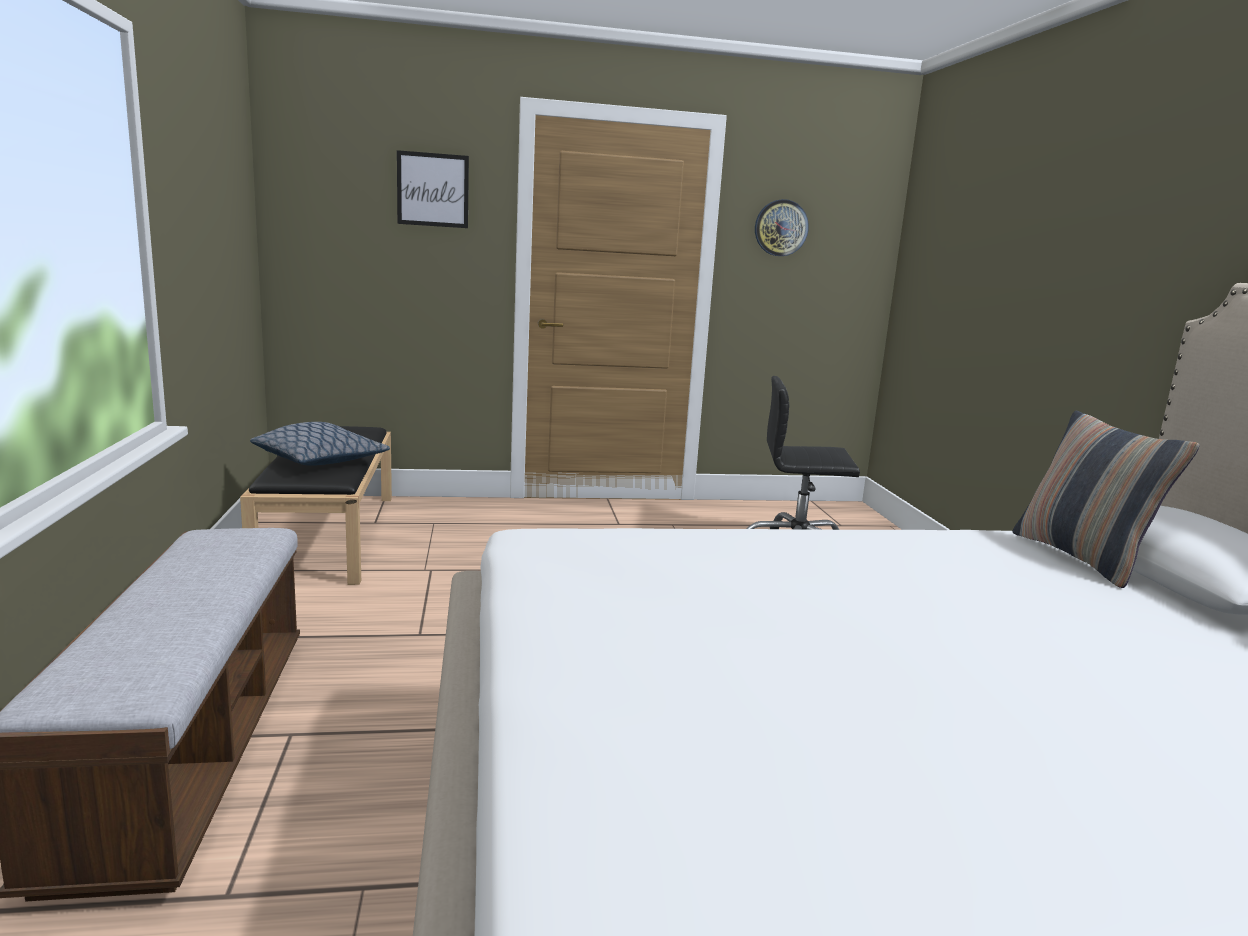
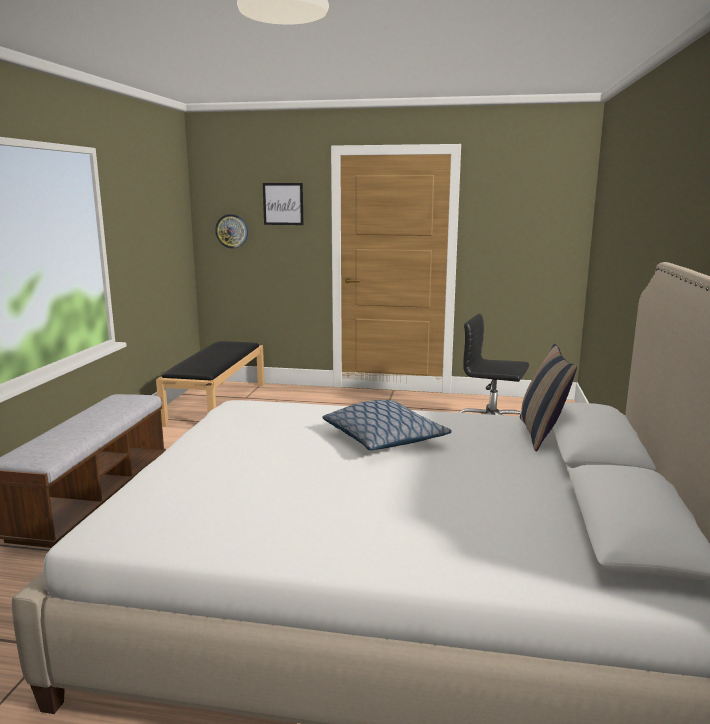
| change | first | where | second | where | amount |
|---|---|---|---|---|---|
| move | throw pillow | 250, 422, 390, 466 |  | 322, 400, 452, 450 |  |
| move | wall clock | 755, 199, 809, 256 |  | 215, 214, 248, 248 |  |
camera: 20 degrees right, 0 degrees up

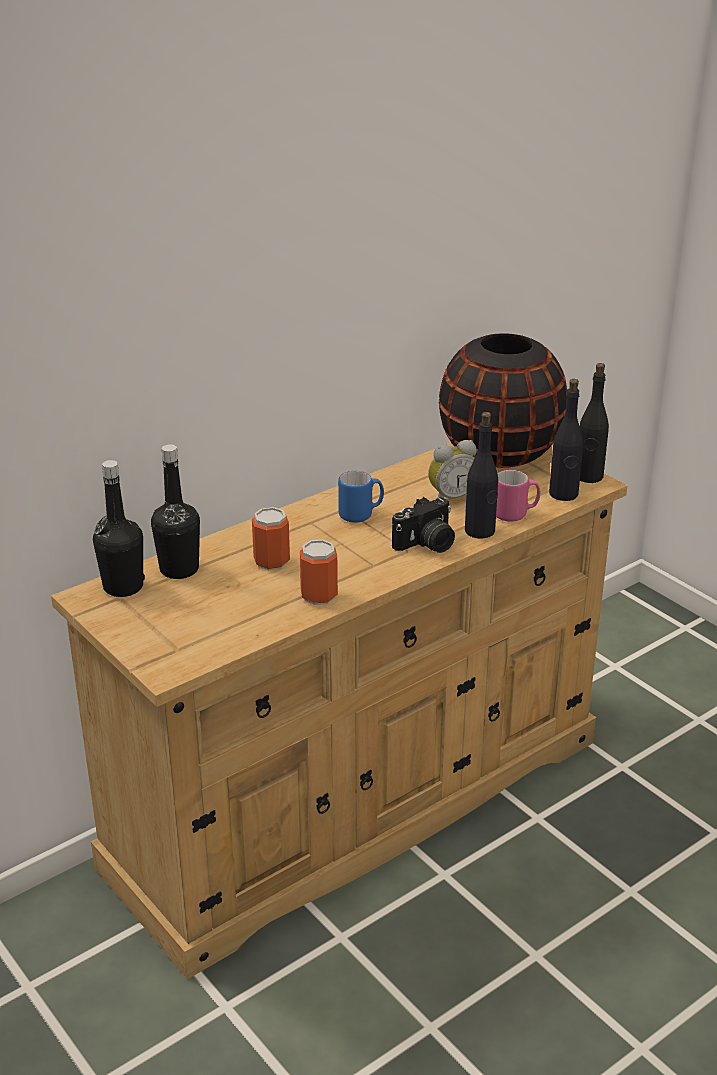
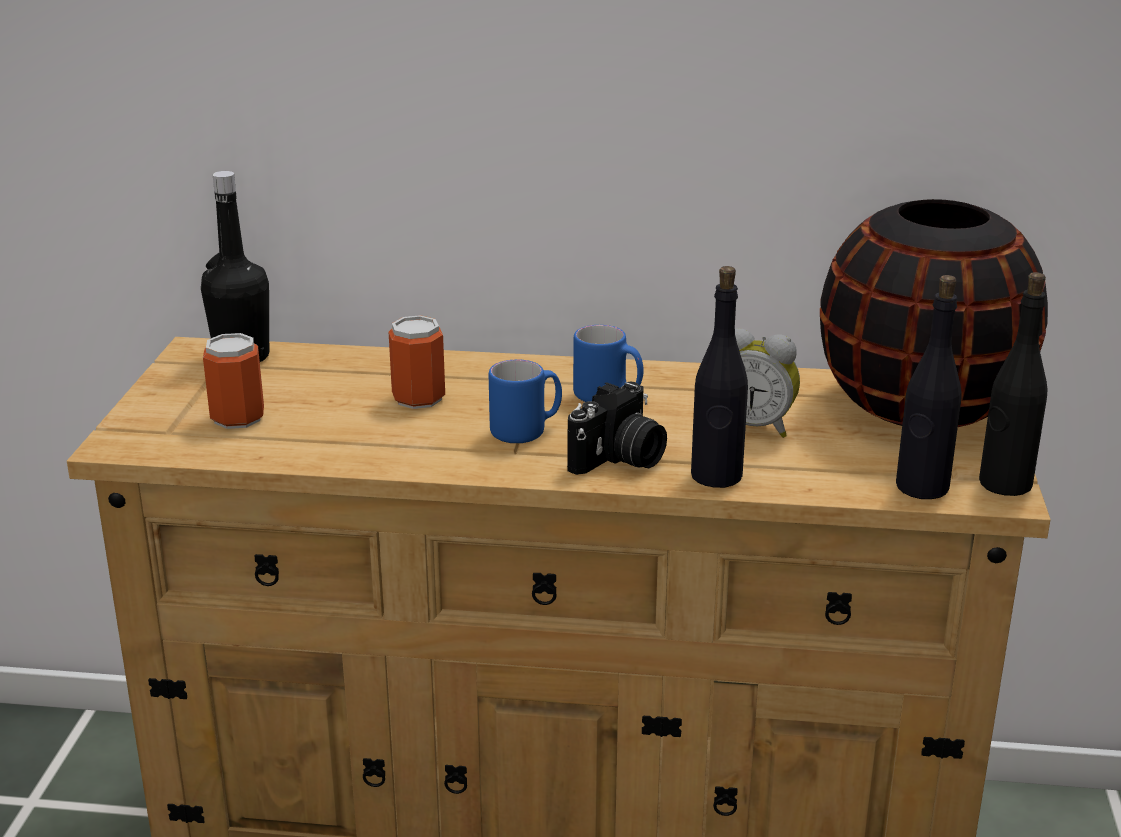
| change | first | where | second | where | amount |
|---|---|---|---|---|---|
| delete | black-coloured drink bottle | 151, 444, 200, 579 |  |  |  |
| delete | pinkish tea mug | 496, 470, 541, 522 |  |  |  |
| insert |  |  | bluish tea mug | 489, 359, 562, 443 |  |
| move | can | 300, 539, 338, 605 |  | 203, 333, 264, 429 |  |
| rotate | still camera | 392, 497, 455, 553 |  | 567, 382, 667, 475 | 60 degrees counterclockwise |
camera: 45 degrees right, 5 degrees down

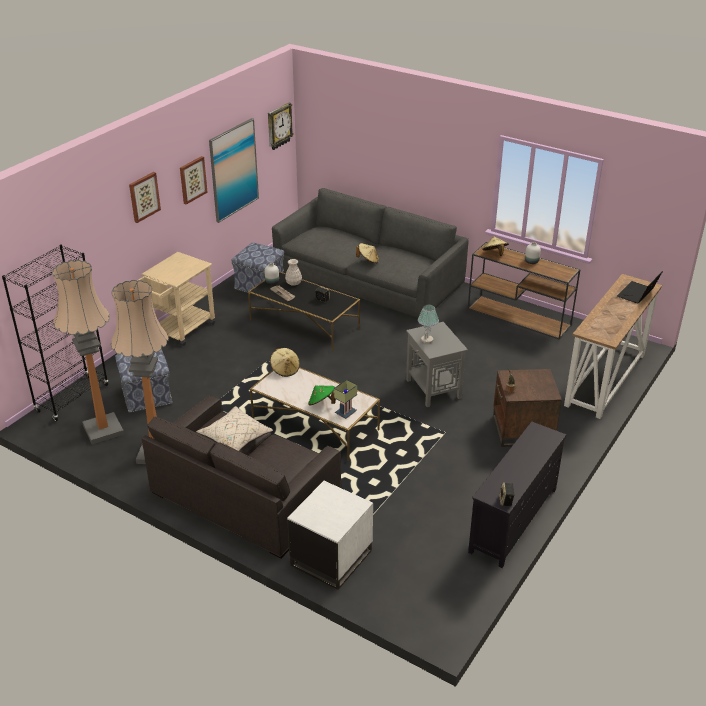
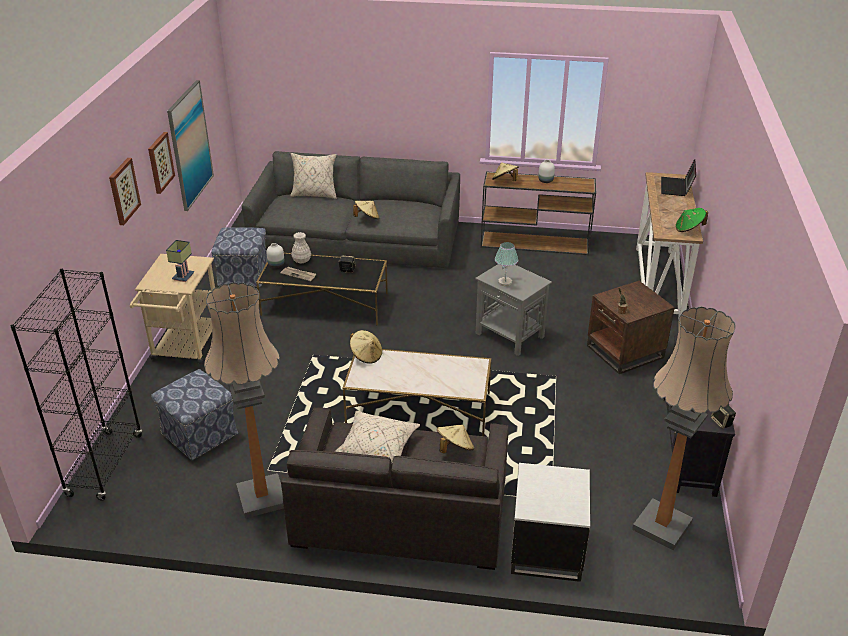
| change | first | where | second | where | amount |
|---|---|---|---|---|---|
| delete | wall clock | 268, 102, 293, 150 |  |  |  |
| insert |  |  | beige-coloured throw pillow | 290, 153, 337, 199 |  |
| insert |  |  | beige-coloured clothing hat | 437, 425, 474, 453 |  |
| move | standard lamp | 52, 260, 124, 444 |  | 632, 307, 735, 550 |  |
| move | green clothing hat | 308, 385, 336, 406 |  | 676, 208, 708, 232 |  |
| move | tabletop lamp | 334, 379, 357, 419 |  | 166, 240, 195, 282 |  |
camera: 25 degrees left, 0 degrees up

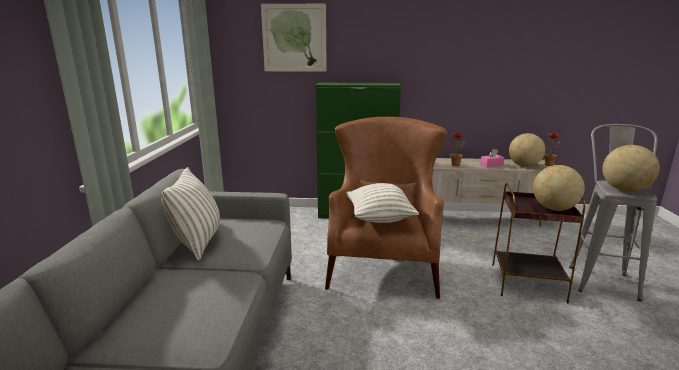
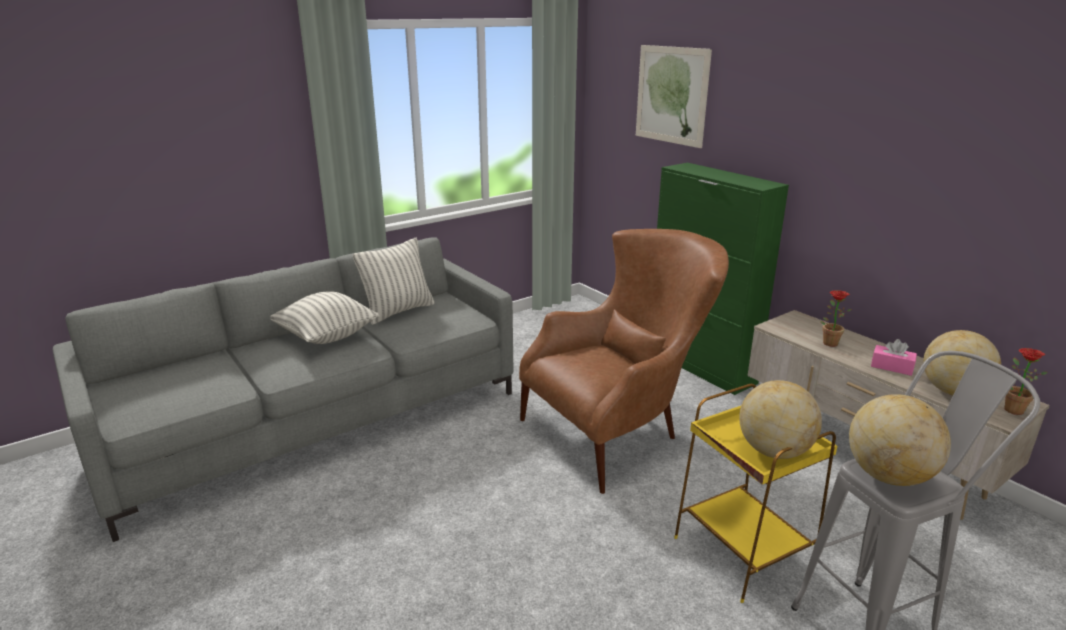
| change | first | where | second | where | amount |
|---|---|---|---|---|---|
| move | throw pillow | 346, 183, 419, 223 |  | 270, 291, 380, 344 |  |
| recolor | brownish side table | 492, 182, 586, 303 | yellowish side table | 674, 384, 837, 603 |  |
camera: 50 degrees right, 5 degrees up

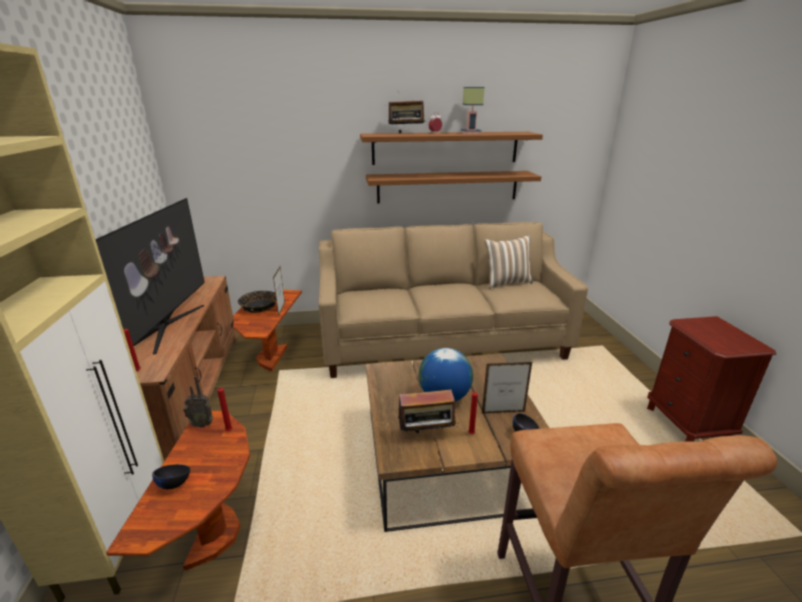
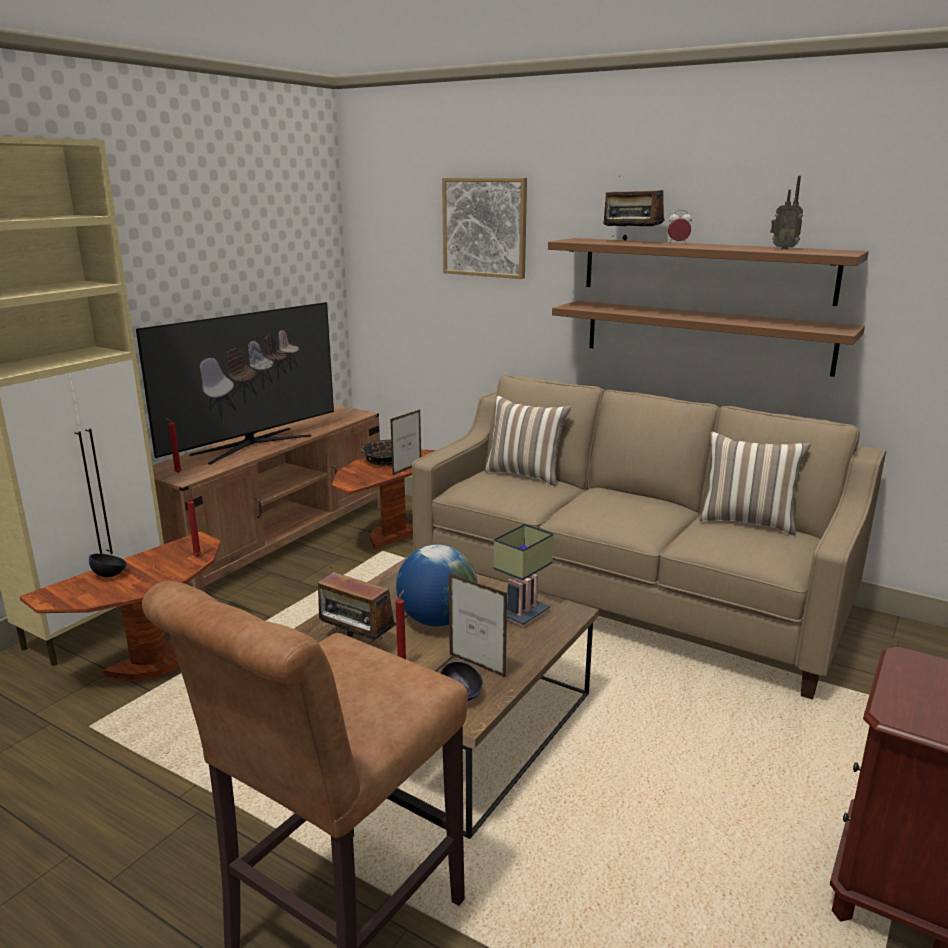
| change | first | where | second | where | amount |
|---|---|---|---|---|---|
| insert |  |  | picture | 442, 178, 527, 279 |  |
| insert |  |  | throw pillow | 485, 396, 571, 486 |  |
| move | radio set | 183, 376, 213, 428 |  | 770, 176, 803, 250 |  |
| move | tabletop lamp | 461, 87, 485, 134 |  | 494, 524, 554, 627 |  |
camera: 40 degrees right, 5 degrees down

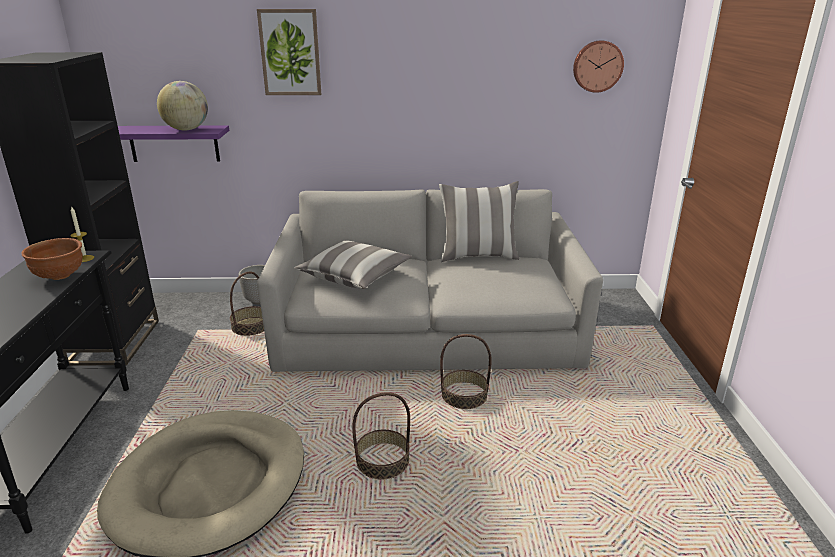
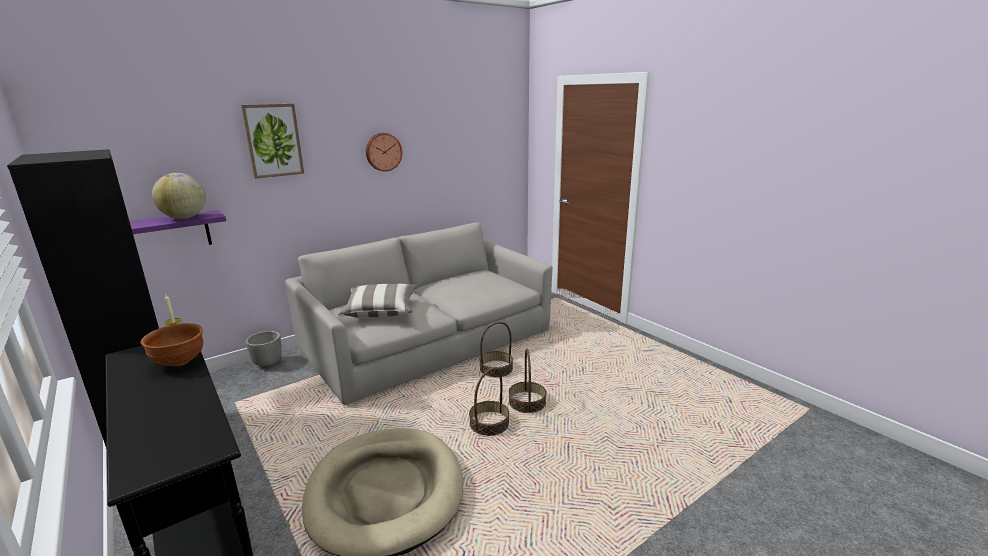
| change | first | where | second | where | amount |
|---|---|---|---|---|---|
| delete | throw pillow | 439, 181, 519, 262 |  |  |  |
| move | basket | 230, 272, 264, 336 |  | 509, 349, 546, 413 |  |
| move | wall clock | 573, 40, 624, 93 |  | 366, 133, 402, 172 |  |
camera: 35 degrees left, 5 degrees down

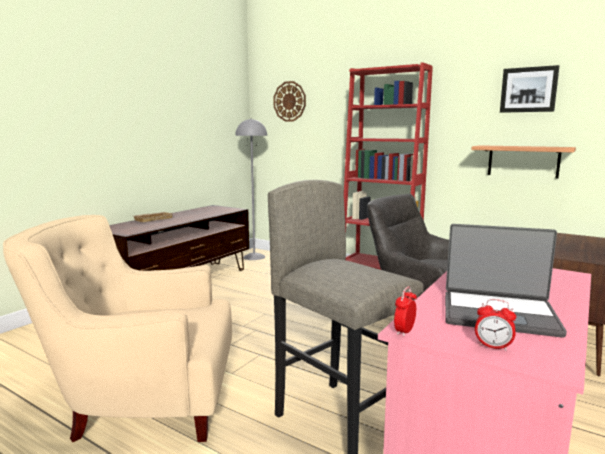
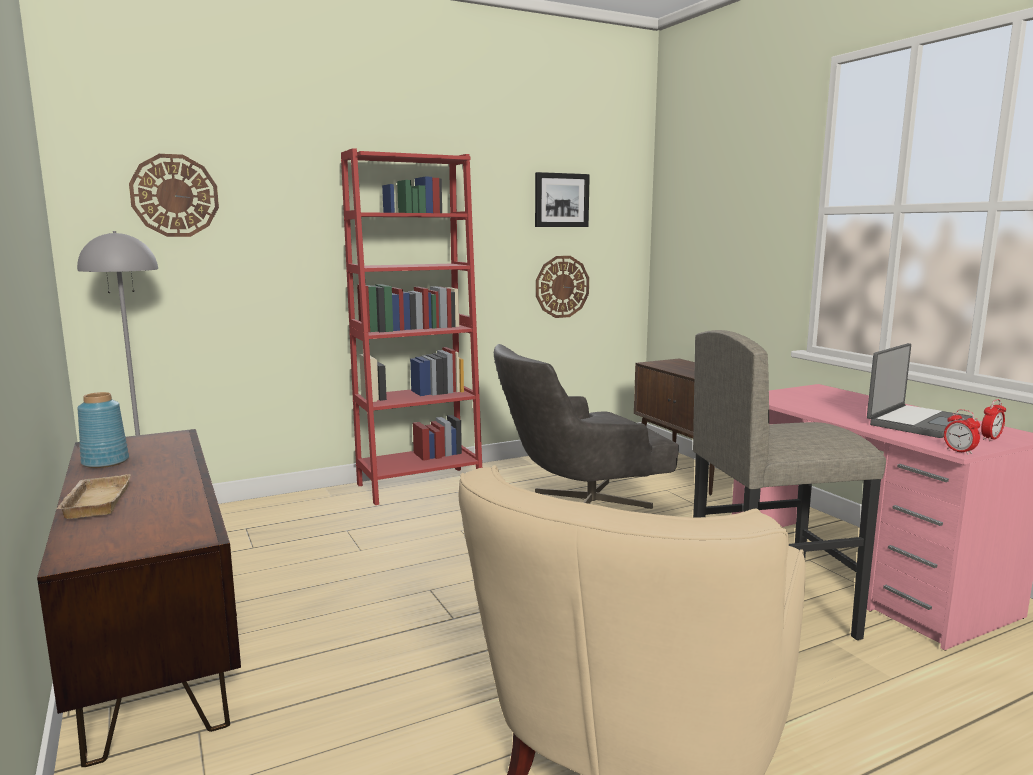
| change | first | where | second | where | amount |
|---|---|---|---|---|---|
| insert |  |  | bluish flower vase | 77, 392, 129, 468 |  |
| replace | bracket shelf | 471, 145, 576, 179 | wall clock | 536, 256, 589, 318 |  |
camera: 60 degrees left, 0 degrees up

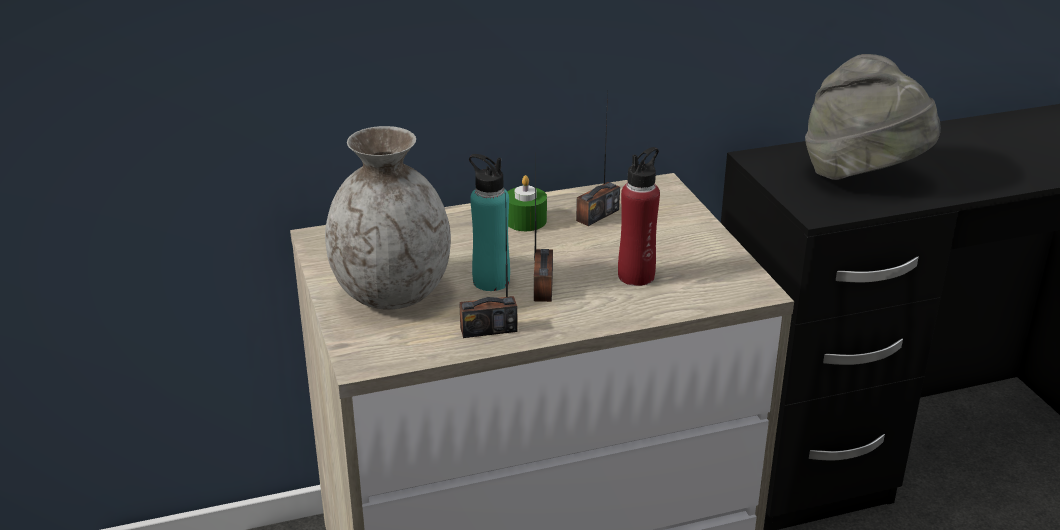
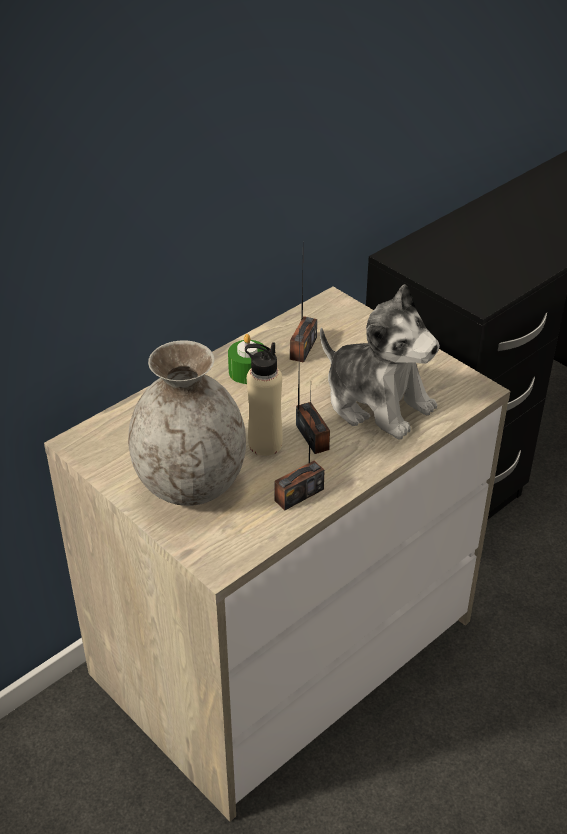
| change | first | where | second | where | amount |
|---|---|---|---|---|---|
| delete | grey clothing hat | 805, 54, 941, 180 |  |  |  |
| replace | reddish drink bottle | 618, 147, 660, 286 | cuddly toy | 320, 284, 440, 439 |  |
| recolor | turquoise drink bottle | 469, 154, 510, 291 | beige-coloured drink bottle | 245, 342, 283, 456 |  |
camera: 25 degrees left, 10 degrees up

